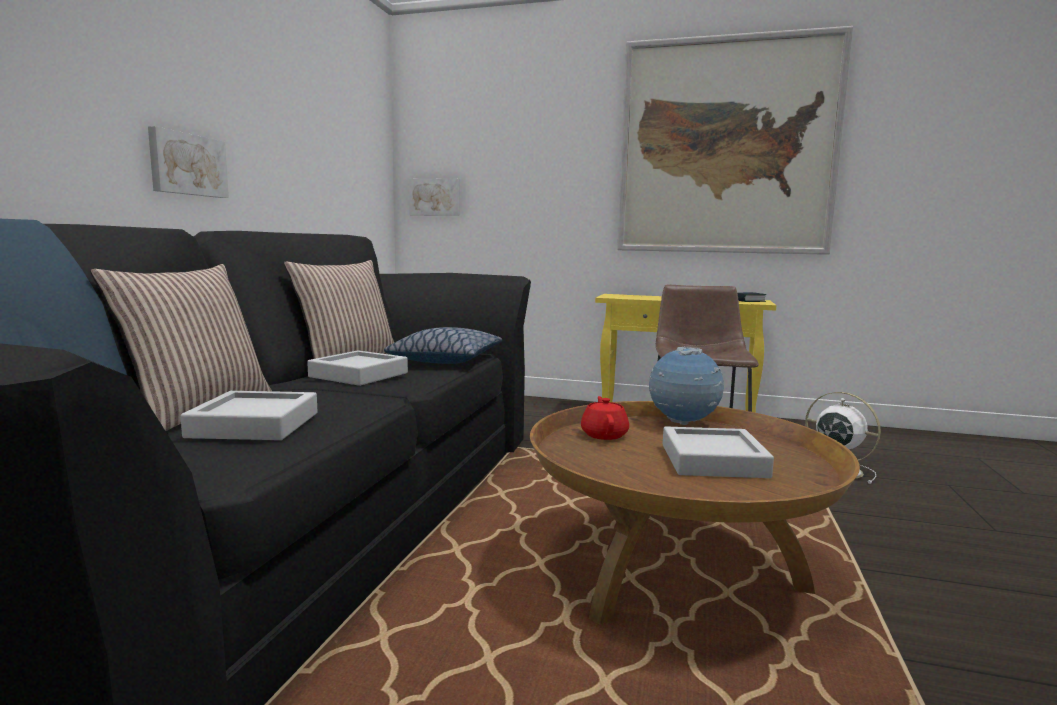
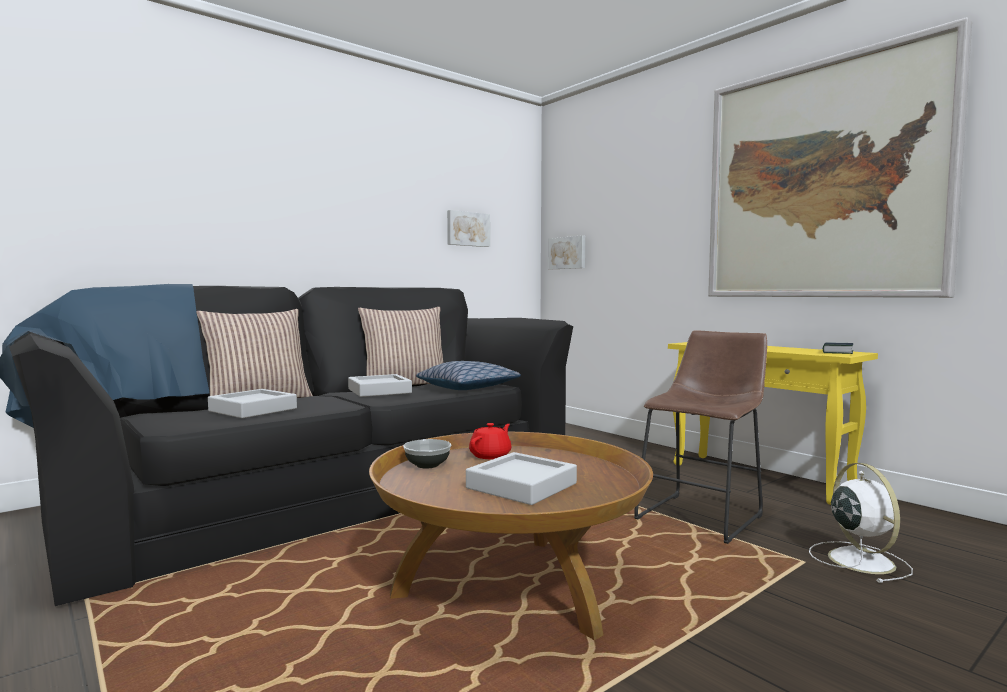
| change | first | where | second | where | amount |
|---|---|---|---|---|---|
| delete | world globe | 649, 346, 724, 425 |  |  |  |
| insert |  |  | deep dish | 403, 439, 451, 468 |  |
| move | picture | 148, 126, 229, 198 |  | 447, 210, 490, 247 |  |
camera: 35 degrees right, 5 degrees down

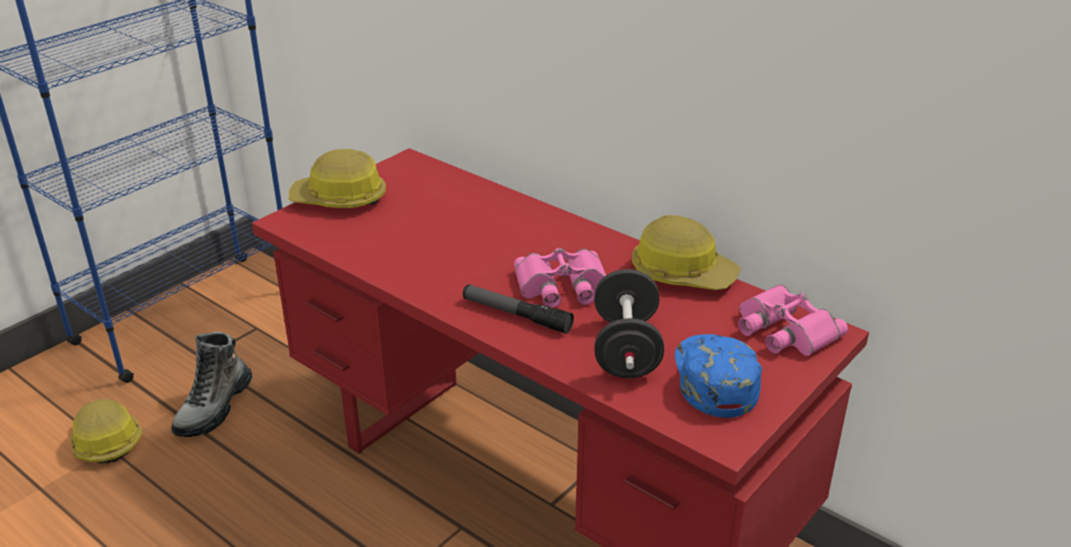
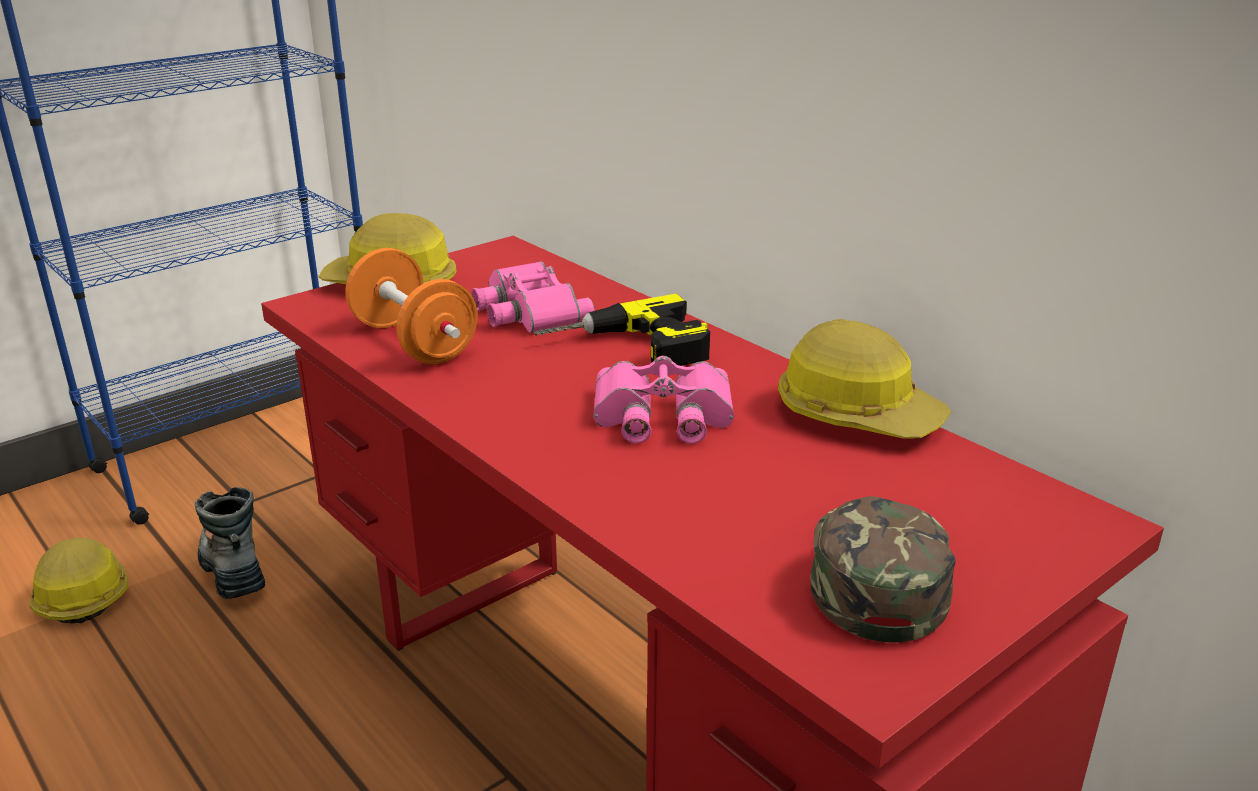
| change | first | where | second | where | amount |
|---|---|---|---|---|---|
| delete | flashlight | 463, 284, 574, 334 |  |  |  |
| delete | black-coloured free weight | 594, 269, 664, 378 |  |  |  |
| insert |  |  | orangey free weight | 345, 248, 478, 364 |  |
| insert |  |  | power drill | 534, 294, 710, 366 |  |
| move | pinkish field glasses | 738, 284, 848, 356 |  | 471, 261, 595, 333 |  |
| recolor | bluish peaked cap | 675, 334, 762, 418 | green peaked cap | 810, 496, 956, 643 |  |
| rotate | boot | 171, 332, 252, 437 |  | 195, 487, 265, 599 | 120 degrees clockwise |
camera: 10 degrees right, 5 degrees down

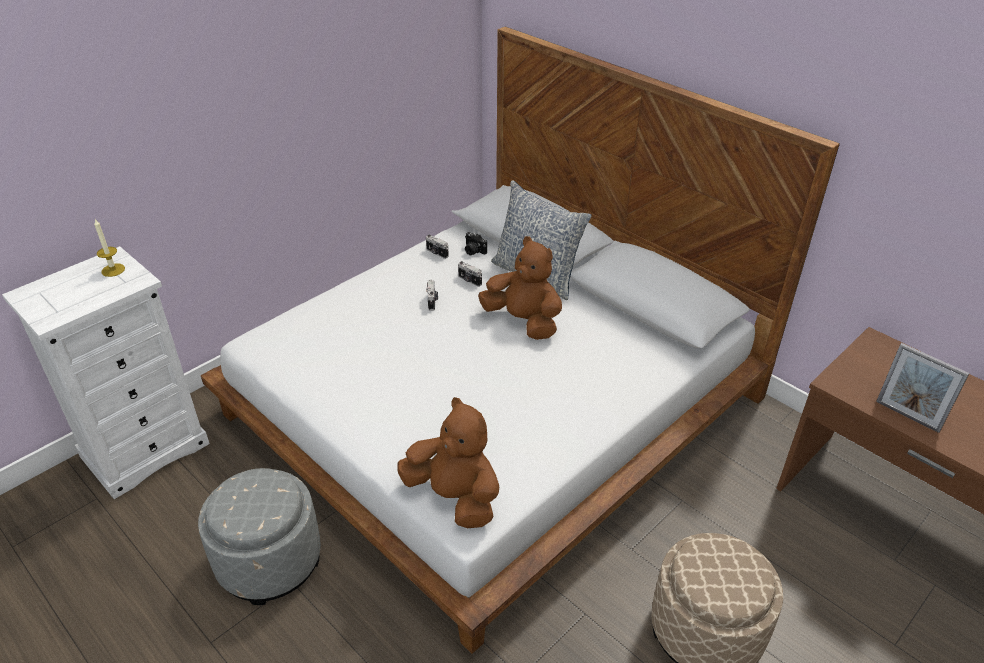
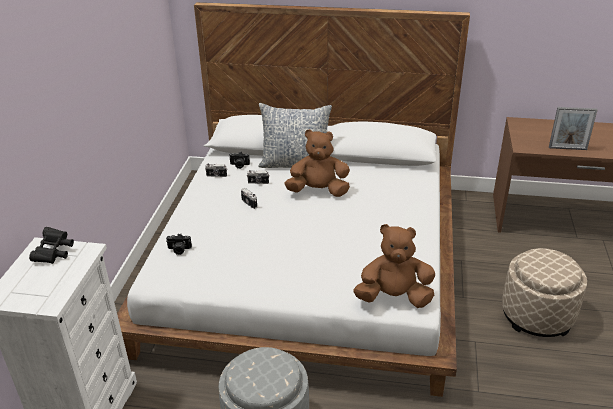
| change | first | where | second | where | amount |
|---|---|---|---|---|---|
| insert |  |  | still camera | 166, 233, 192, 255 |  |
| replace | wax light | 94, 219, 125, 277 | black-coloured field glasses | 29, 227, 74, 264 |  |
camera: 35 degrees left, 5 degrees down

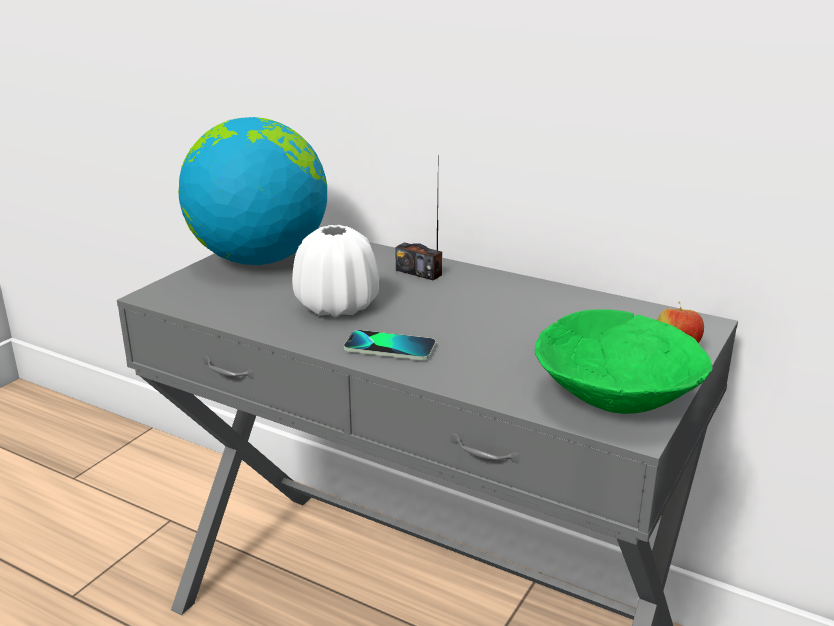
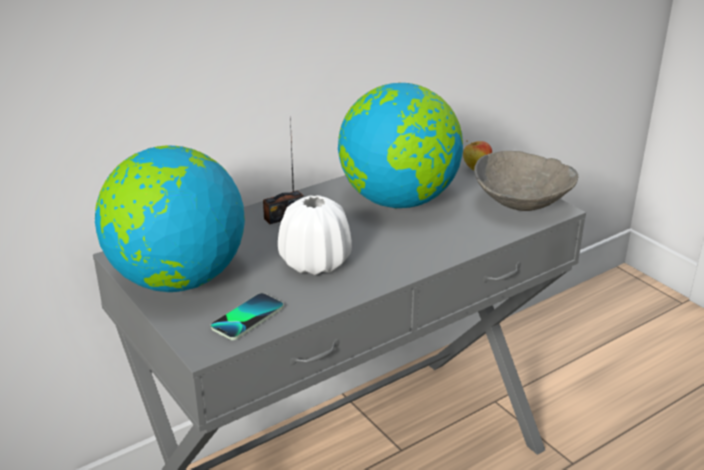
| change | first | where | second | where | amount |
|---|---|---|---|---|---|
| insert |  |  | world globe | 338, 83, 463, 208 |  |
| move | phone | 344, 330, 436, 360 |  | 210, 293, 284, 340 |  |
| recolor | green deep dish | 535, 309, 713, 414 | grey deep dish | 474, 151, 578, 211 |  |
camera: 65 degrees left, 5 degrees up

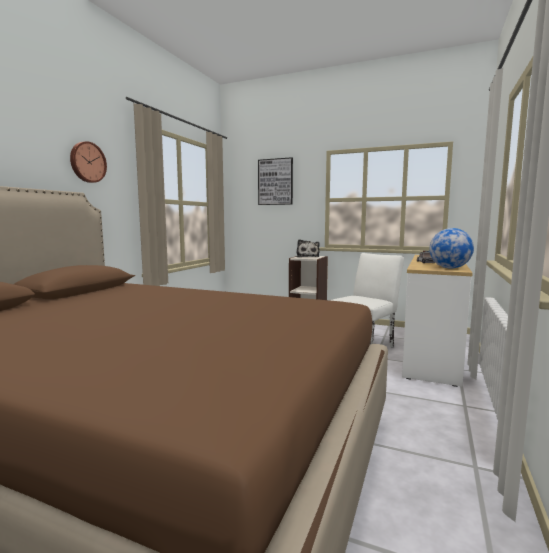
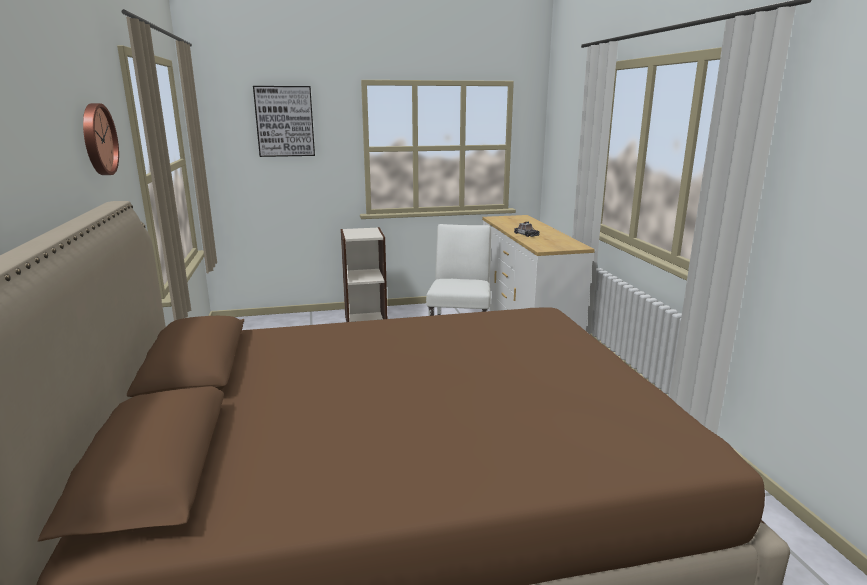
| change | first | where | second | where | amount |
|---|---|---|---|---|---|
| delete | cuddly toy | 297, 239, 320, 257 |  |  |  |
| delete | world globe | 430, 228, 474, 269 |  |  |  |
camera: 35 degrees left, 10 degrees up

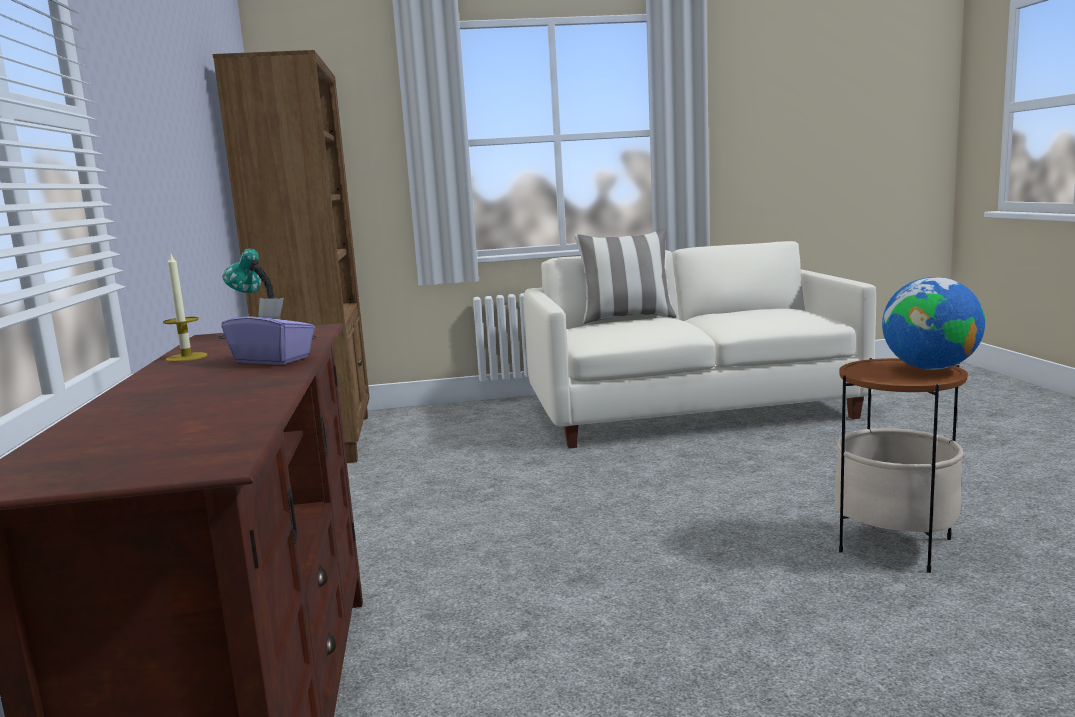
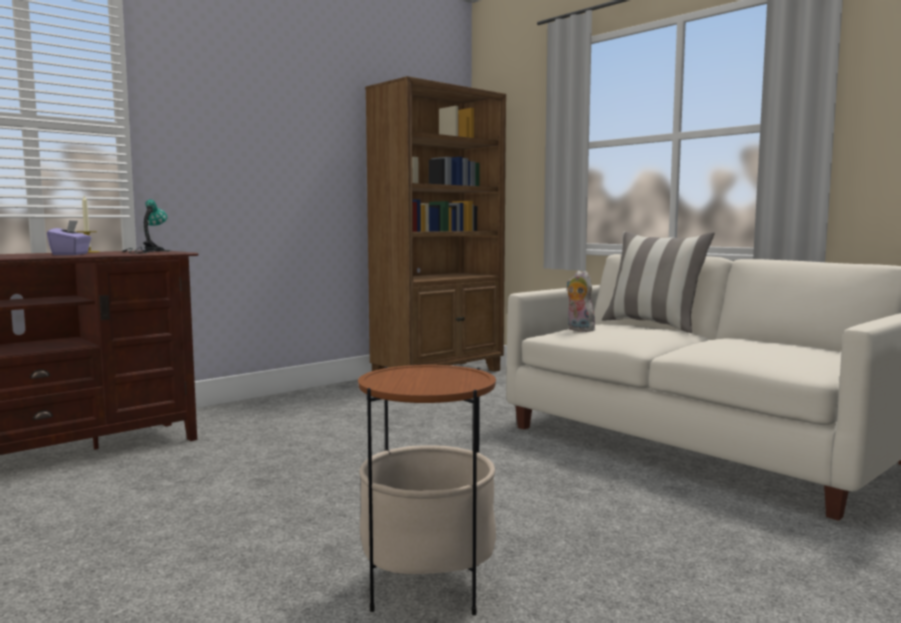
| change | first | where | second | where | amount |
|---|---|---|---|---|---|
| delete | world globe | 882, 277, 985, 370 |  |  |  |
| insert |  |  | cuddly toy | 566, 271, 595, 332 |  |
camera: 55 degrees right, 5 degrees down

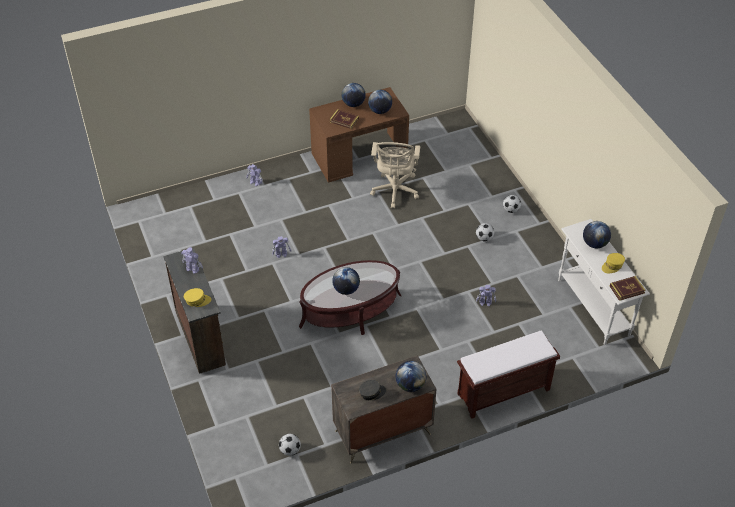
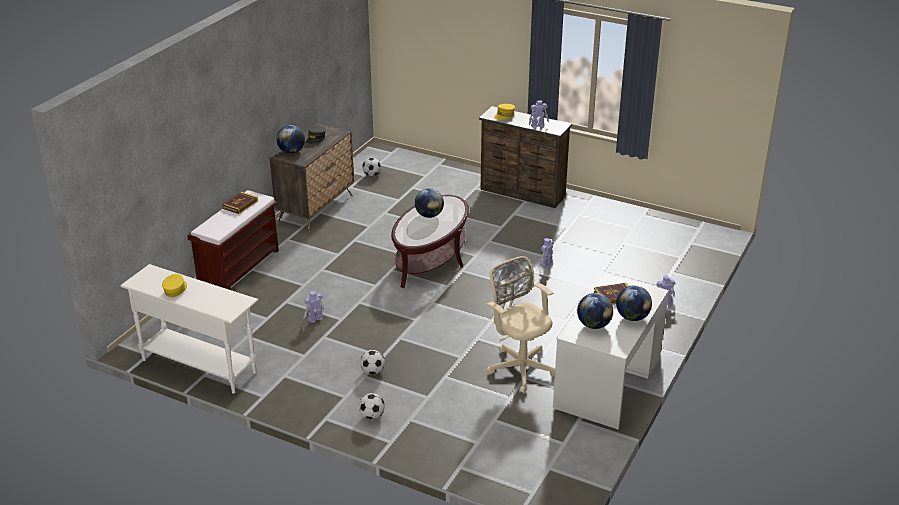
| change | first | where | second | where | amount |
|---|---|---|---|---|---|
| delete | world globe | 583, 221, 611, 248 |  |  |  |
| move | book | 610, 276, 646, 301 |  | 222, 192, 258, 214 |  |
| recolor | brownish desk unit | 309, 87, 409, 183 | white-coloured desk unit | 553, 273, 669, 429 |  |
camera: 140 degrees right, 15 degrees down

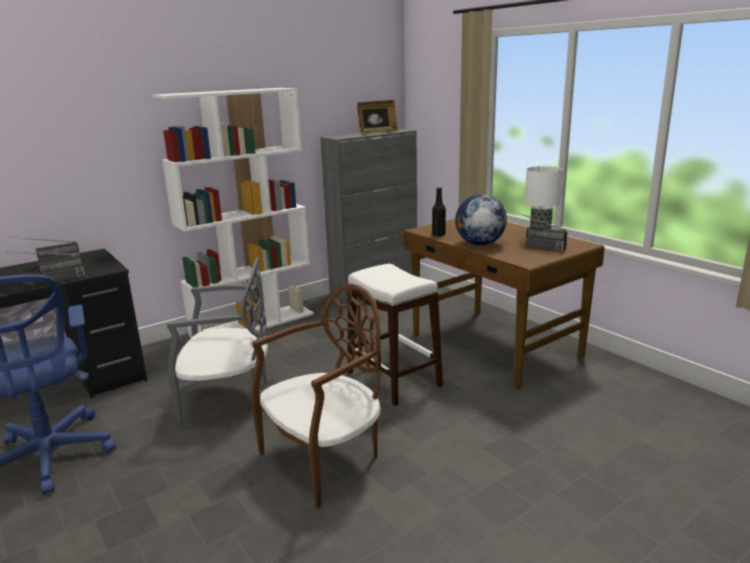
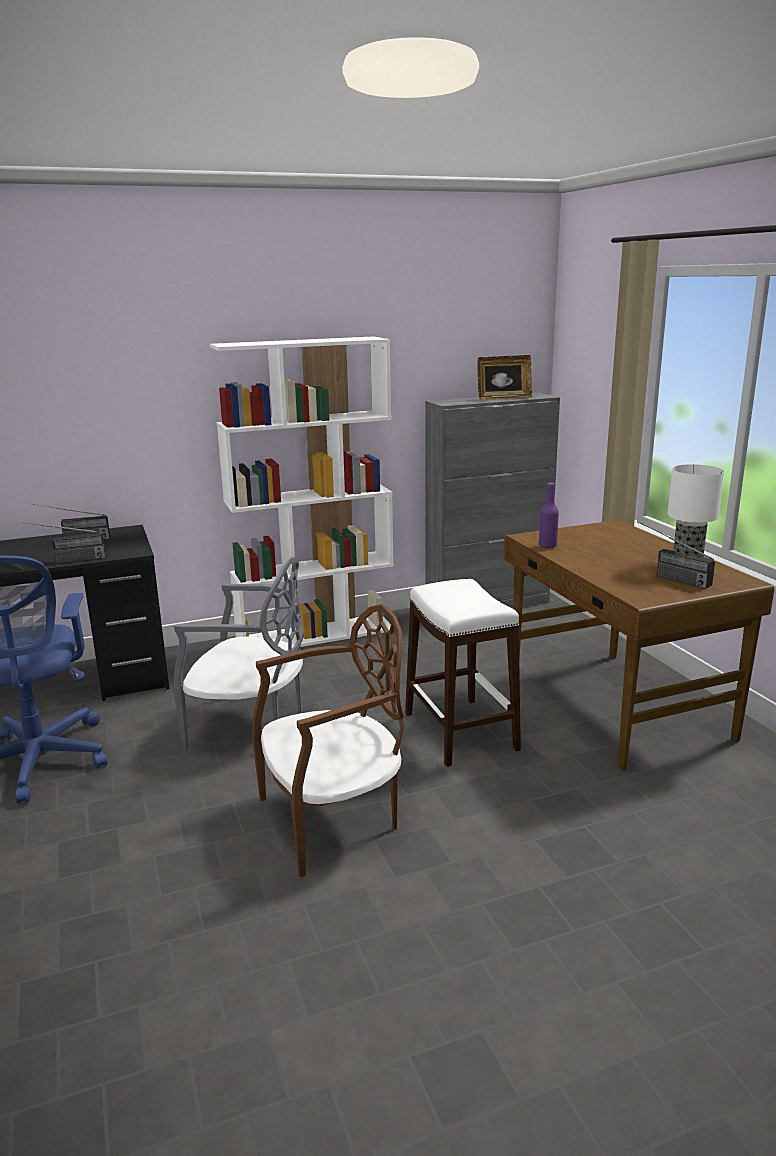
| change | first | where | second | where | amount |
|---|---|---|---|---|---|
| delete | world globe | 455, 194, 507, 245 |  |  |  |
| recolor | black-coloured drink bottle | 432, 187, 446, 236 | purplish drink bottle | 539, 482, 559, 549 |  |
camera: 15 degrees right, 0 degrees up

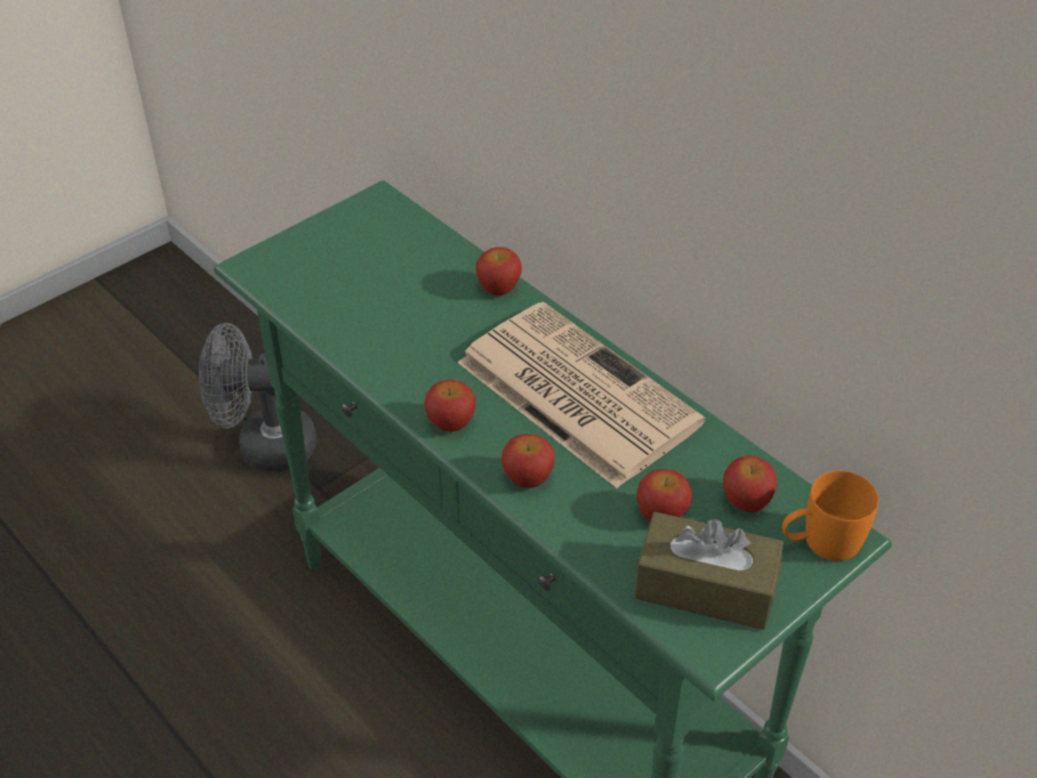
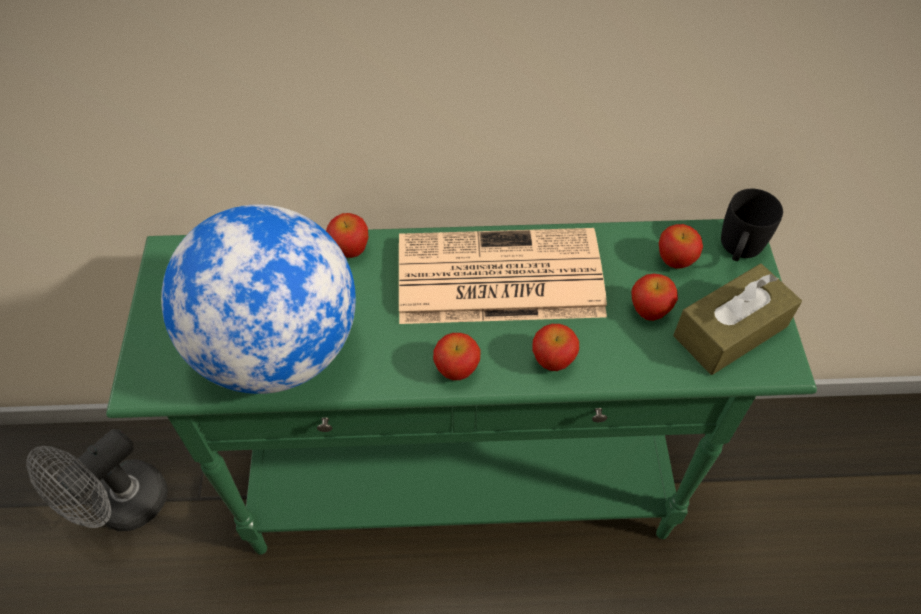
| change | first | where | second | where | amount |
|---|---|---|---|---|---|
| insert |  |  | world globe | 161, 204, 356, 394 |  |
| recolor | orangey tea mug | 782, 471, 879, 561 | black-coloured tea mug | 721, 189, 783, 261 |  |
camera: 50 degrees left, 10 degrees up

